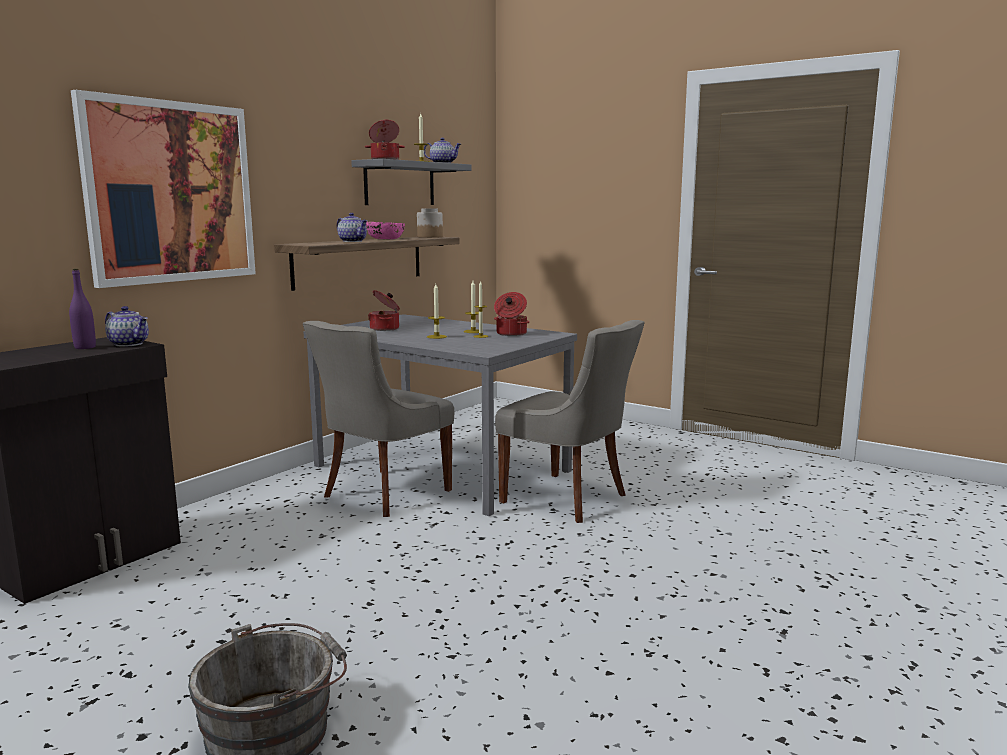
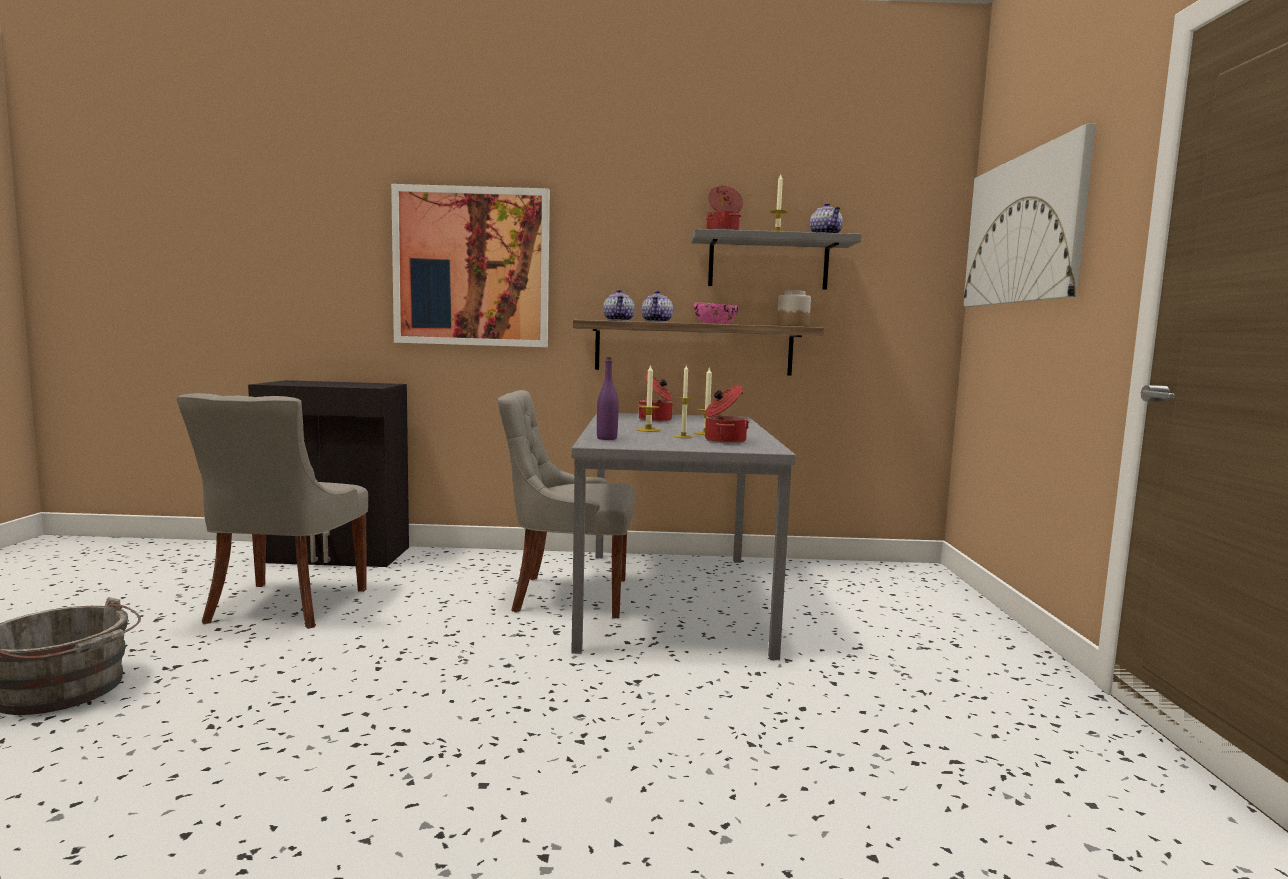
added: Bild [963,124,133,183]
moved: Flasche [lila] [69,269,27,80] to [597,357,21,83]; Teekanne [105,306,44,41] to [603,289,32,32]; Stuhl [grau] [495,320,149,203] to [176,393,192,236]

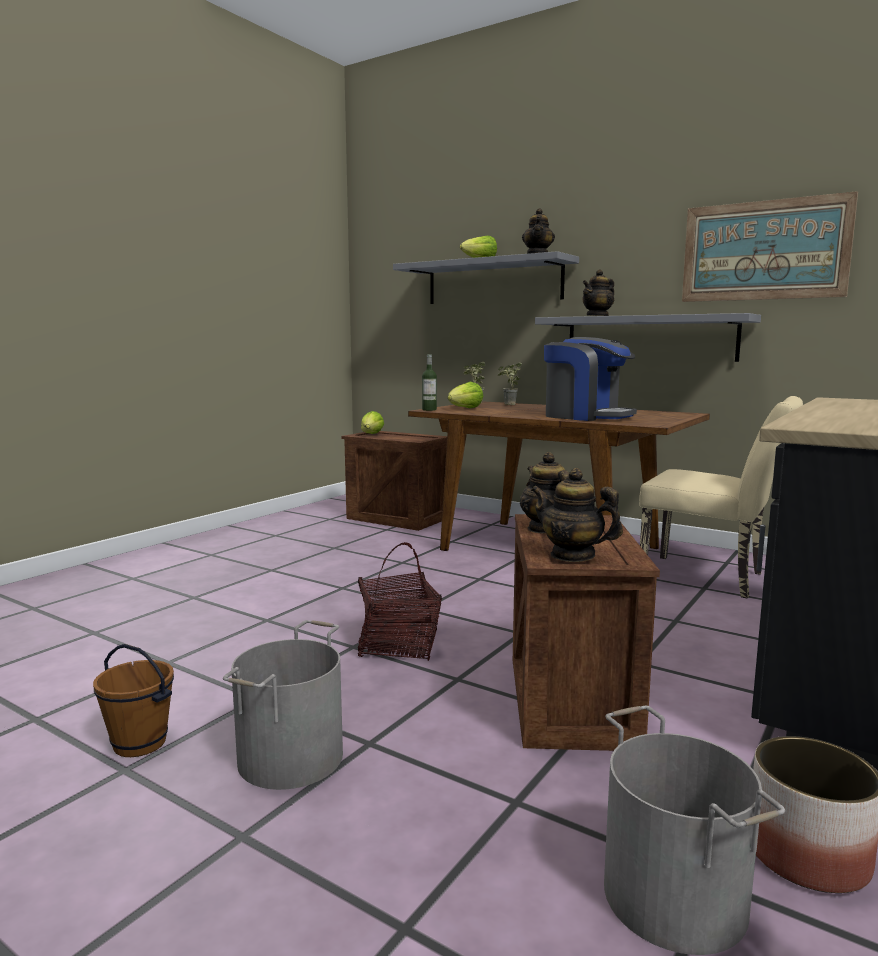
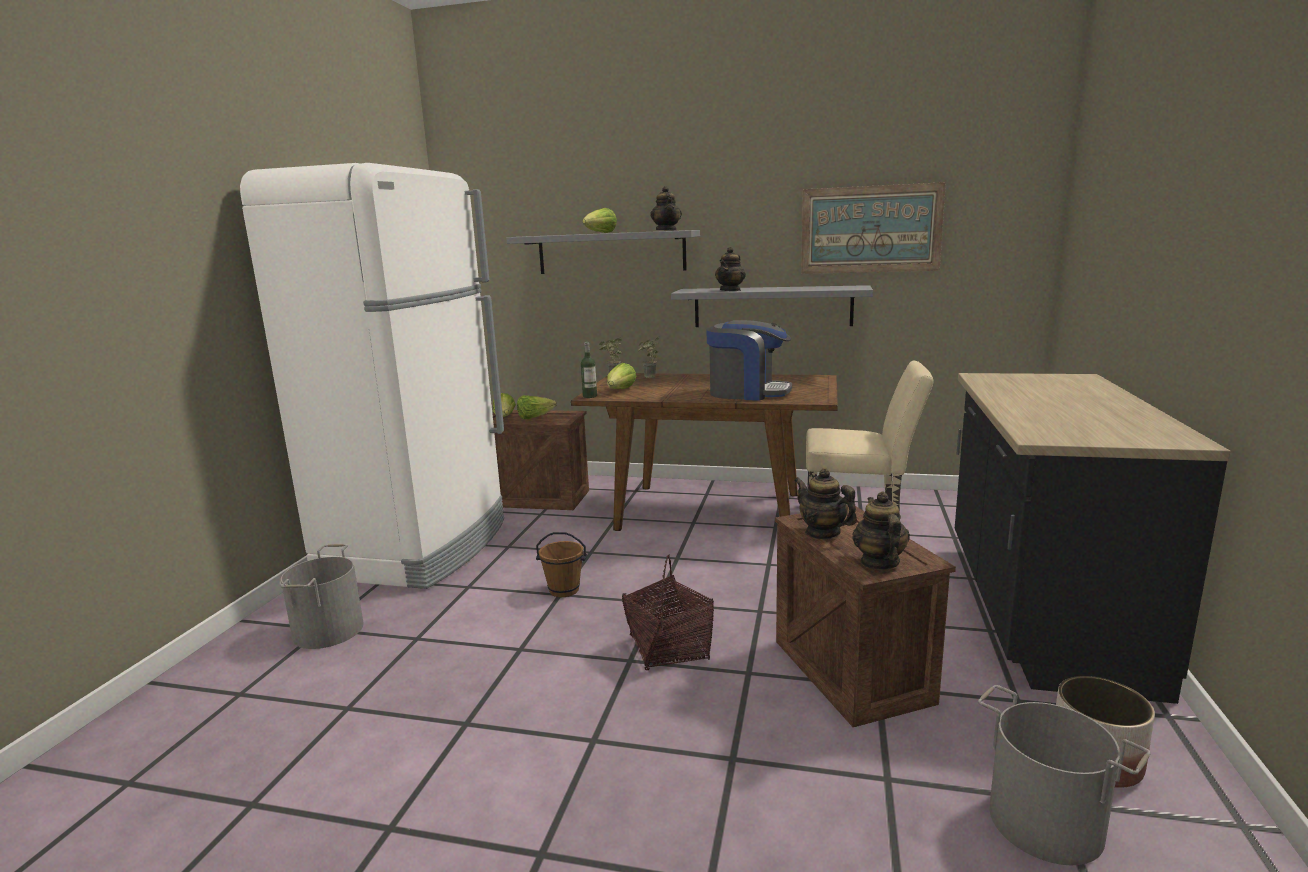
added: Kühlschrank [weiß] [240,163,264,426]; Salatkopf [517,395,40,24]
moved: Eimer [grau] [223,620,120,170] to [281,544,83,105]; Eimer [braun] [93,644,81,113] to [536,532,51,65]
turned: Teekanne [531,468,92,94] = [852,492,58,78] 75 degrees clockwise

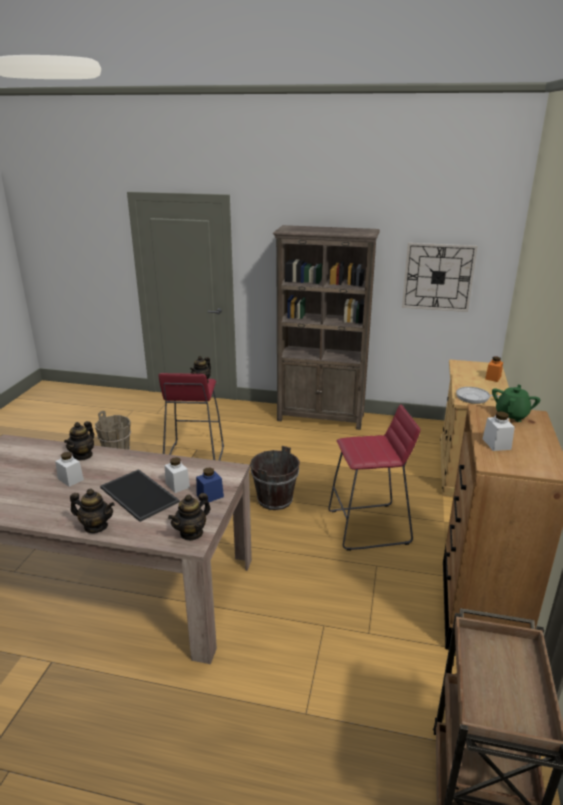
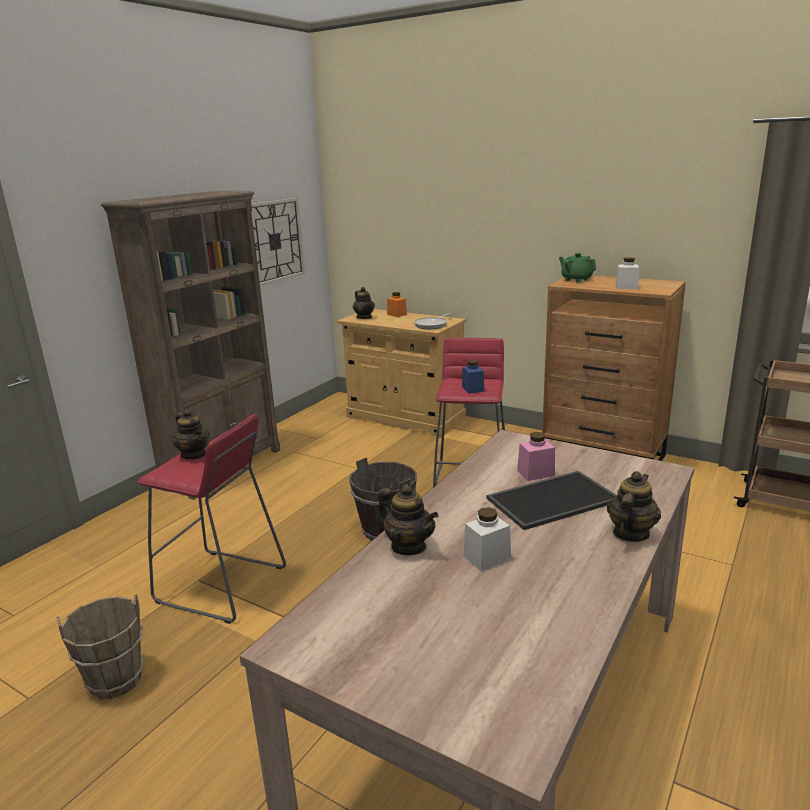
moved: Vorratsglas [blau] [196,468,28,34] to [462,360,22,34]; Teekanne [168,493,43,48] to [353,287,22,32]
recoloured: Vorratsglas [weiß] [165,457,25,36] to Vorratsglas [rosa] [517,432,38,49]

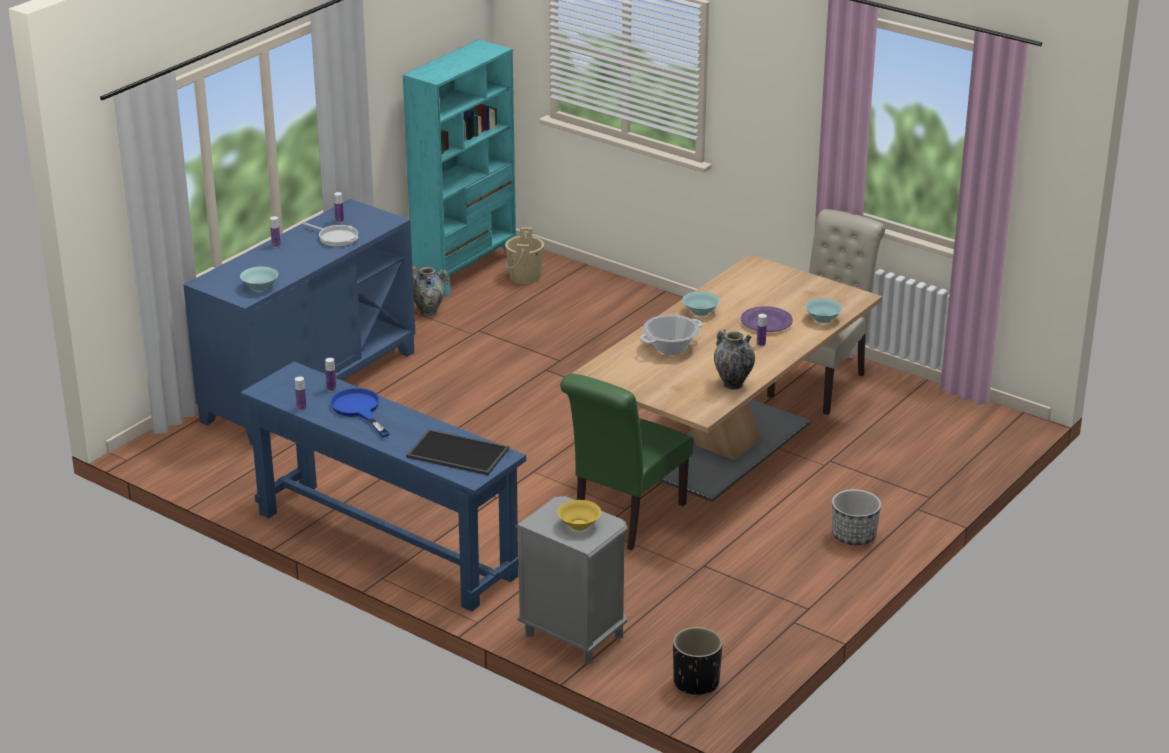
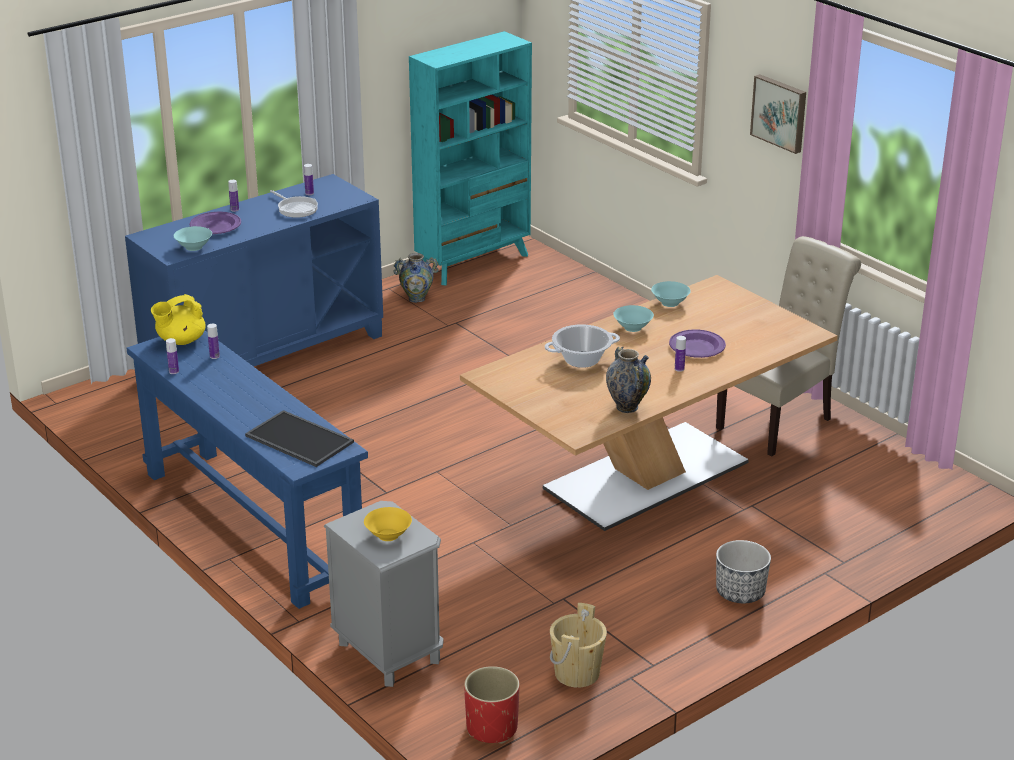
removed: Stuhl [grün] [560,374,134,176]; Pfanne [blau] [330,388,60,50]
added: Bild [750,74,56,80]; Teller [lila] [189,212,52,22]; Teekanne [gelb] [151,294,55,51]
moved: Eimer [beige] [505,227,39,57] to [550,603,57,85]; Schüssel [türkis] [805,298,38,25] to [651,281,40,26]
recoloured: Pflanzkübel [schwarz] [673,627,50,68] to Pflanzkübel [rot] [464,666,56,78]

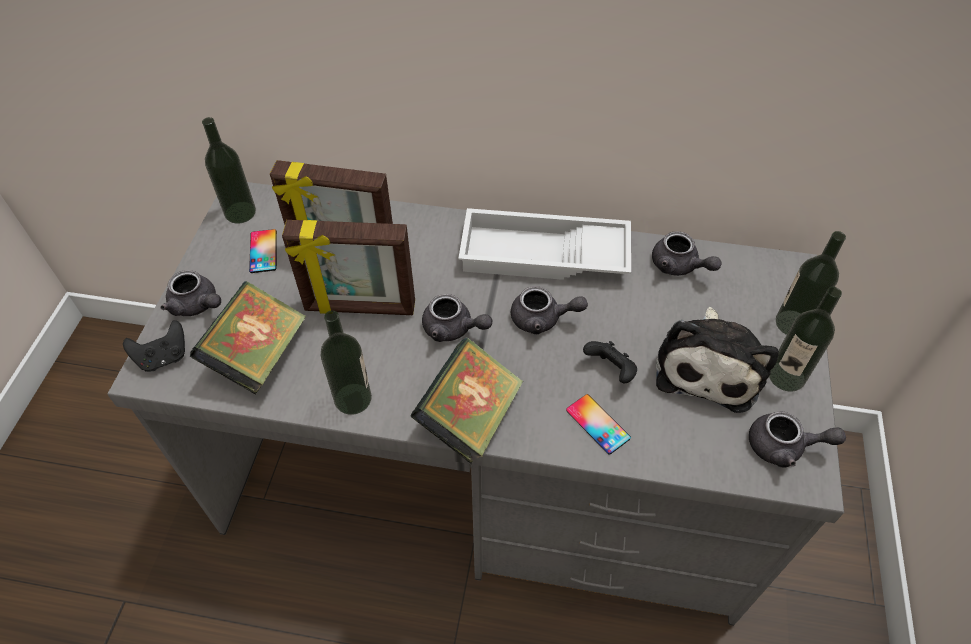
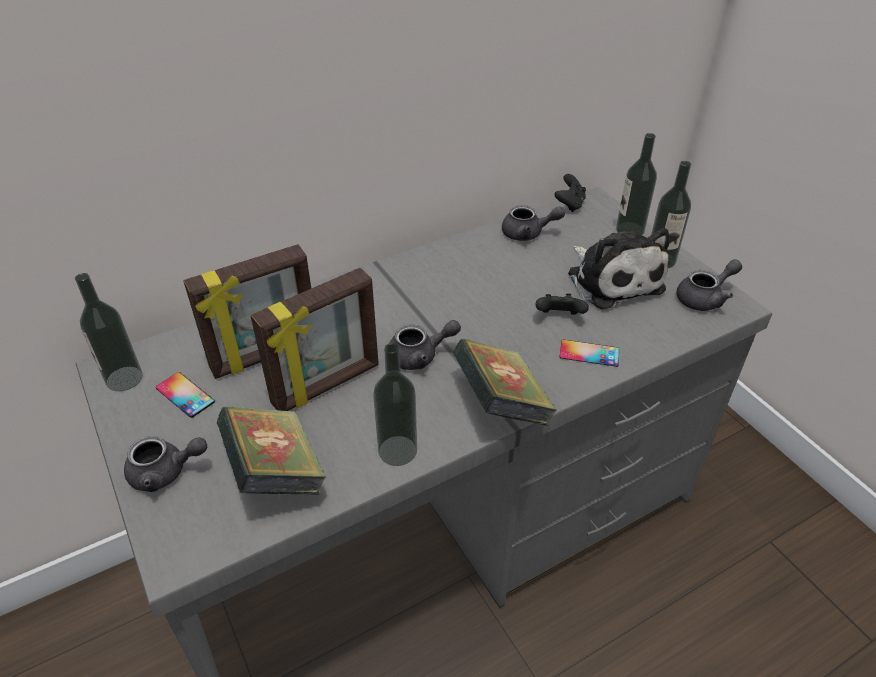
removed: Tablett [weiß] [458,208,173,72]; Teekanne [grau] [511,286,77,48]
moved: Gamepad [schwarz] [123,320,62,52] to [555,174,31,38]

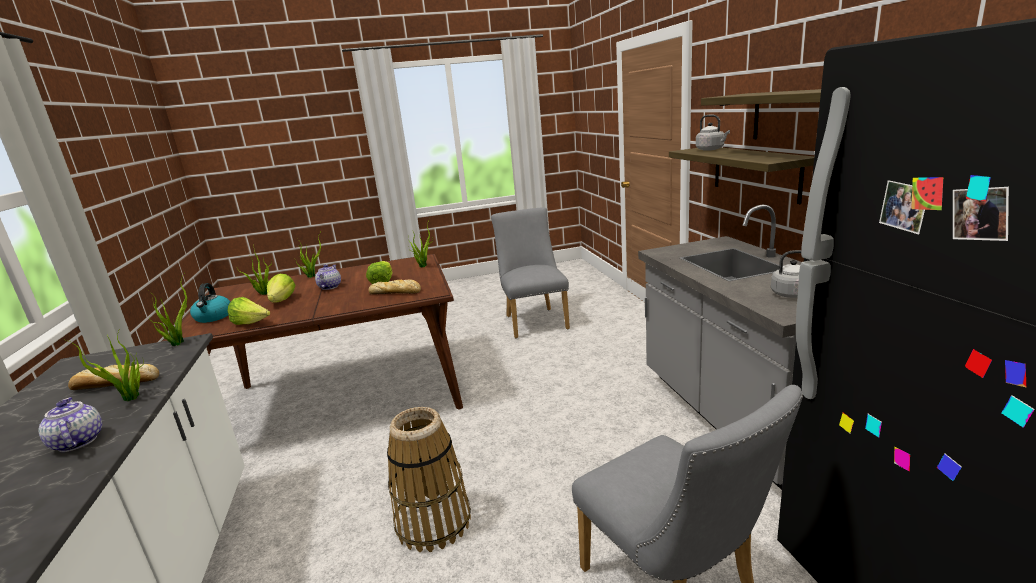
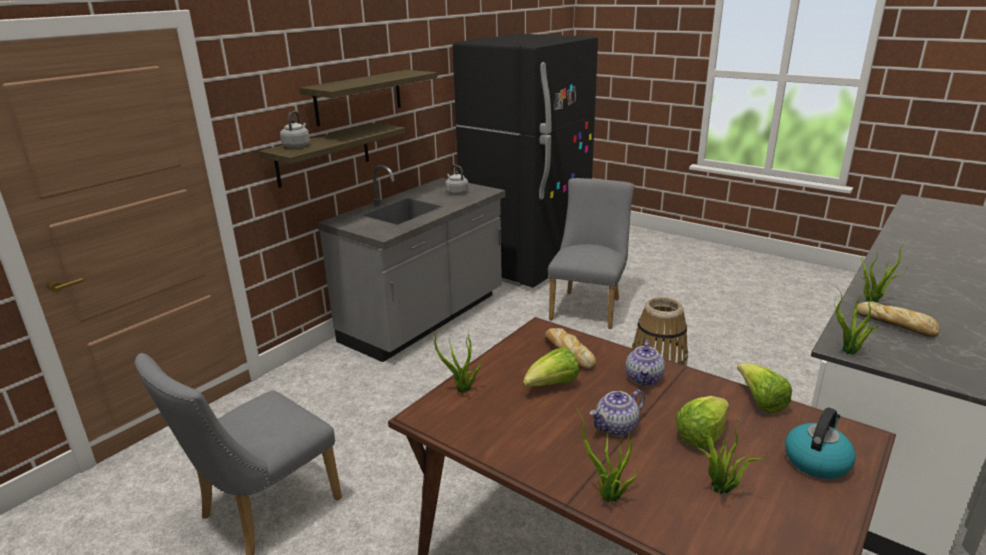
moved: Teekanne [39,397,63,55] to [626,340,39,45]

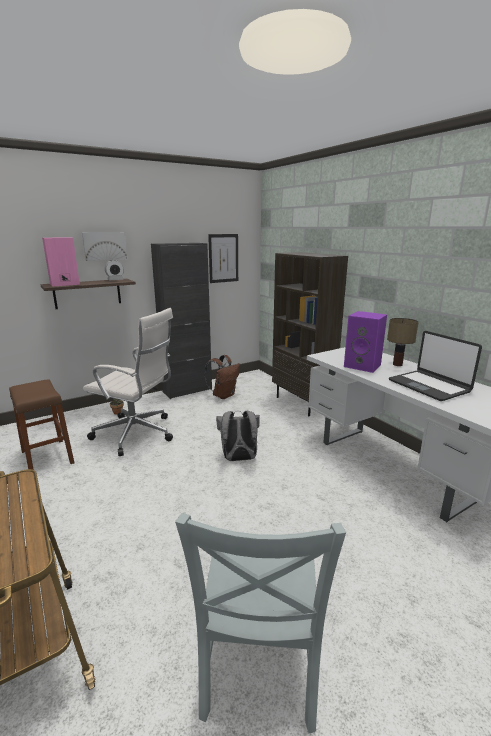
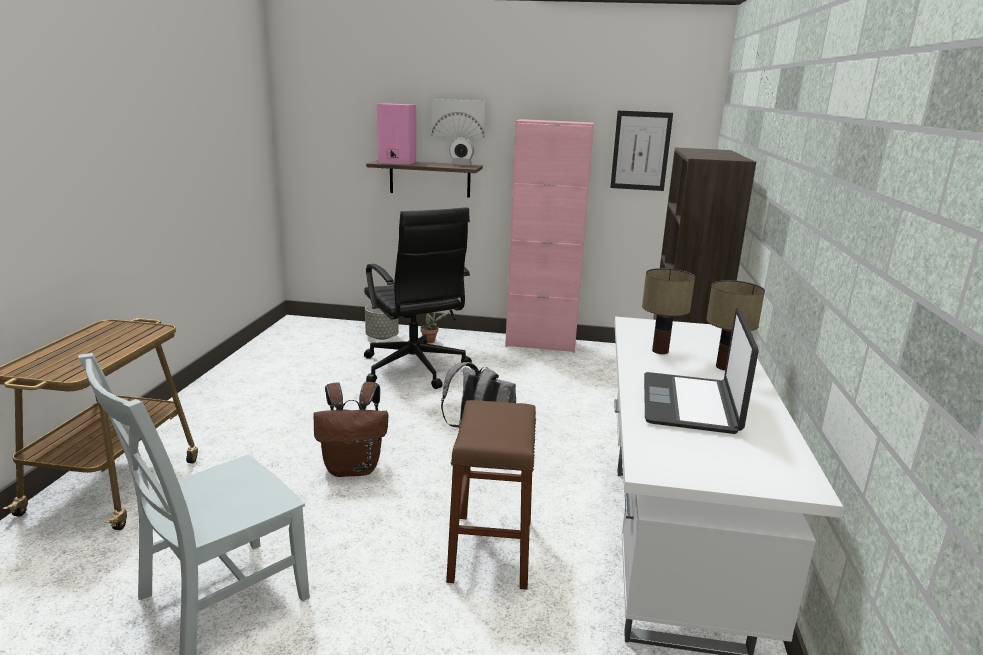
added: Pflanzkübel [grau] [365,304,34,36]
moved: Rucksack [braun] [205,355,35,44] to [313,382,75,95]; Hocker [braun] [9,380,65,90] to [446,400,90,190]
replaced: Lautsprecher [lila] [344,311,43,62] to Tischlampe [642,268,53,86]
recoloured: Schrank [schwarz] [151,243,61,156] to Schrank [rosa] [505,119,89,234]; Bürostuhl [weiß] [83,308,90,148] to Bürostuhl [schwarz] [364,207,108,182]

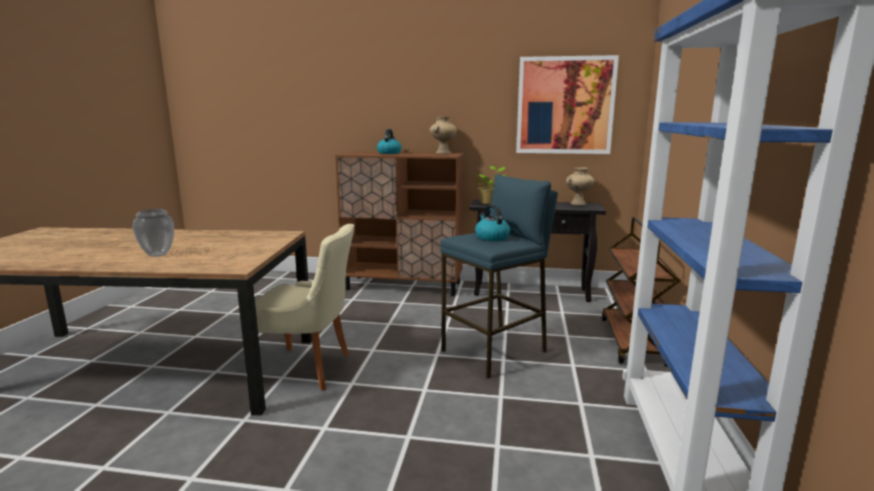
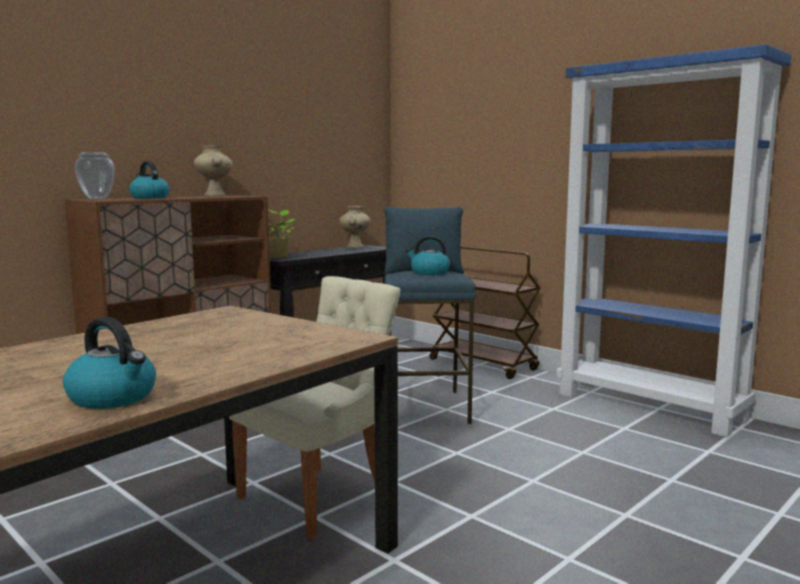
removed: Bild [516,55,103,99]
added: Wasserkessel [63,317,93,92]
moved: Vase [132,208,42,49] to [75,152,40,47]

